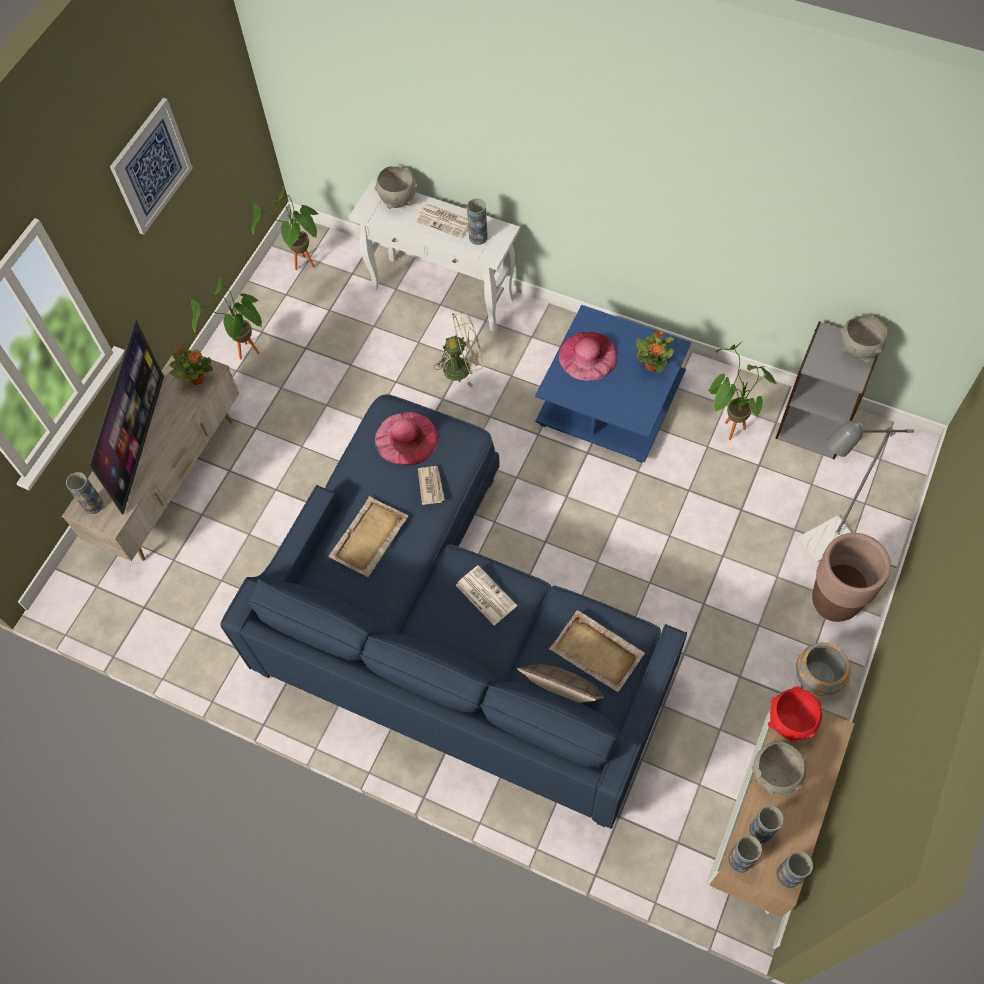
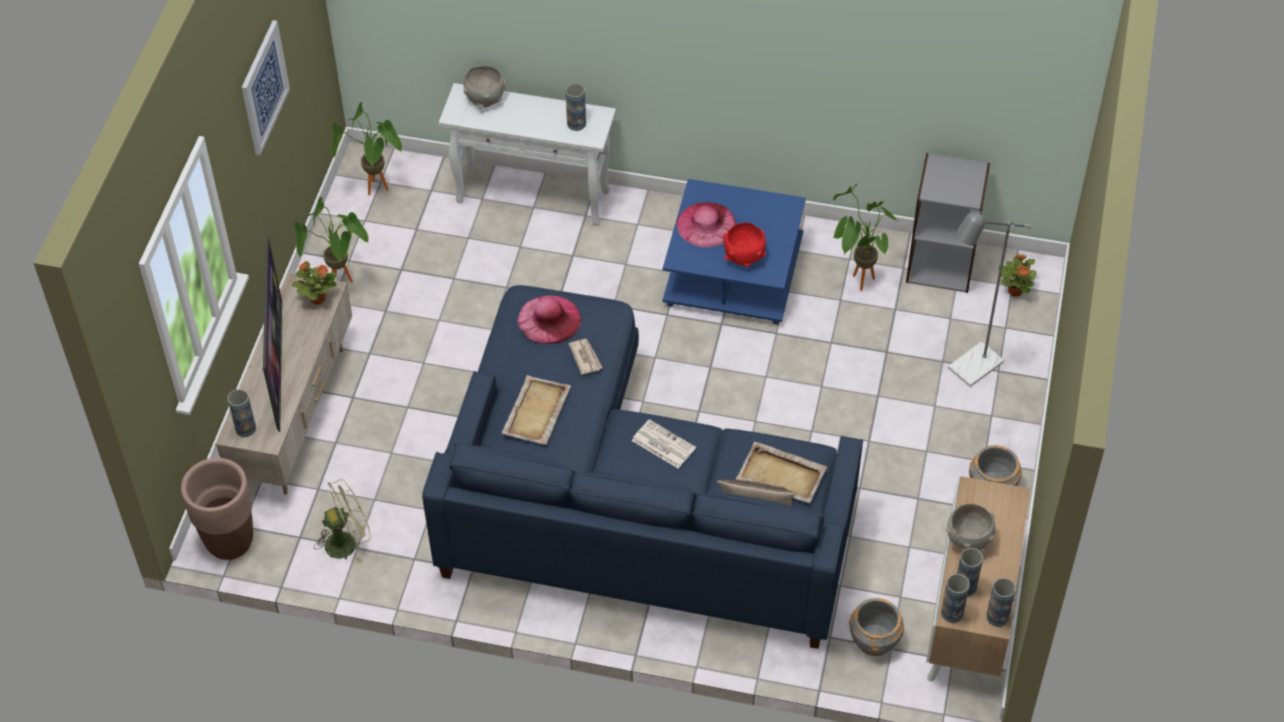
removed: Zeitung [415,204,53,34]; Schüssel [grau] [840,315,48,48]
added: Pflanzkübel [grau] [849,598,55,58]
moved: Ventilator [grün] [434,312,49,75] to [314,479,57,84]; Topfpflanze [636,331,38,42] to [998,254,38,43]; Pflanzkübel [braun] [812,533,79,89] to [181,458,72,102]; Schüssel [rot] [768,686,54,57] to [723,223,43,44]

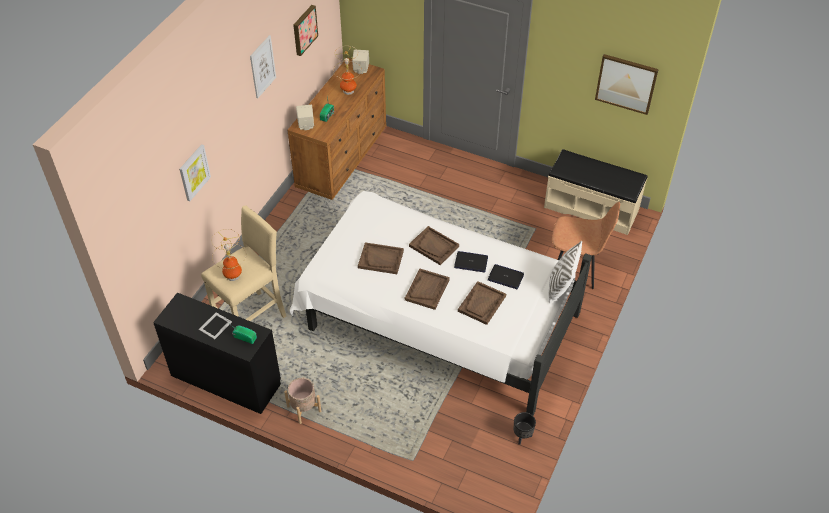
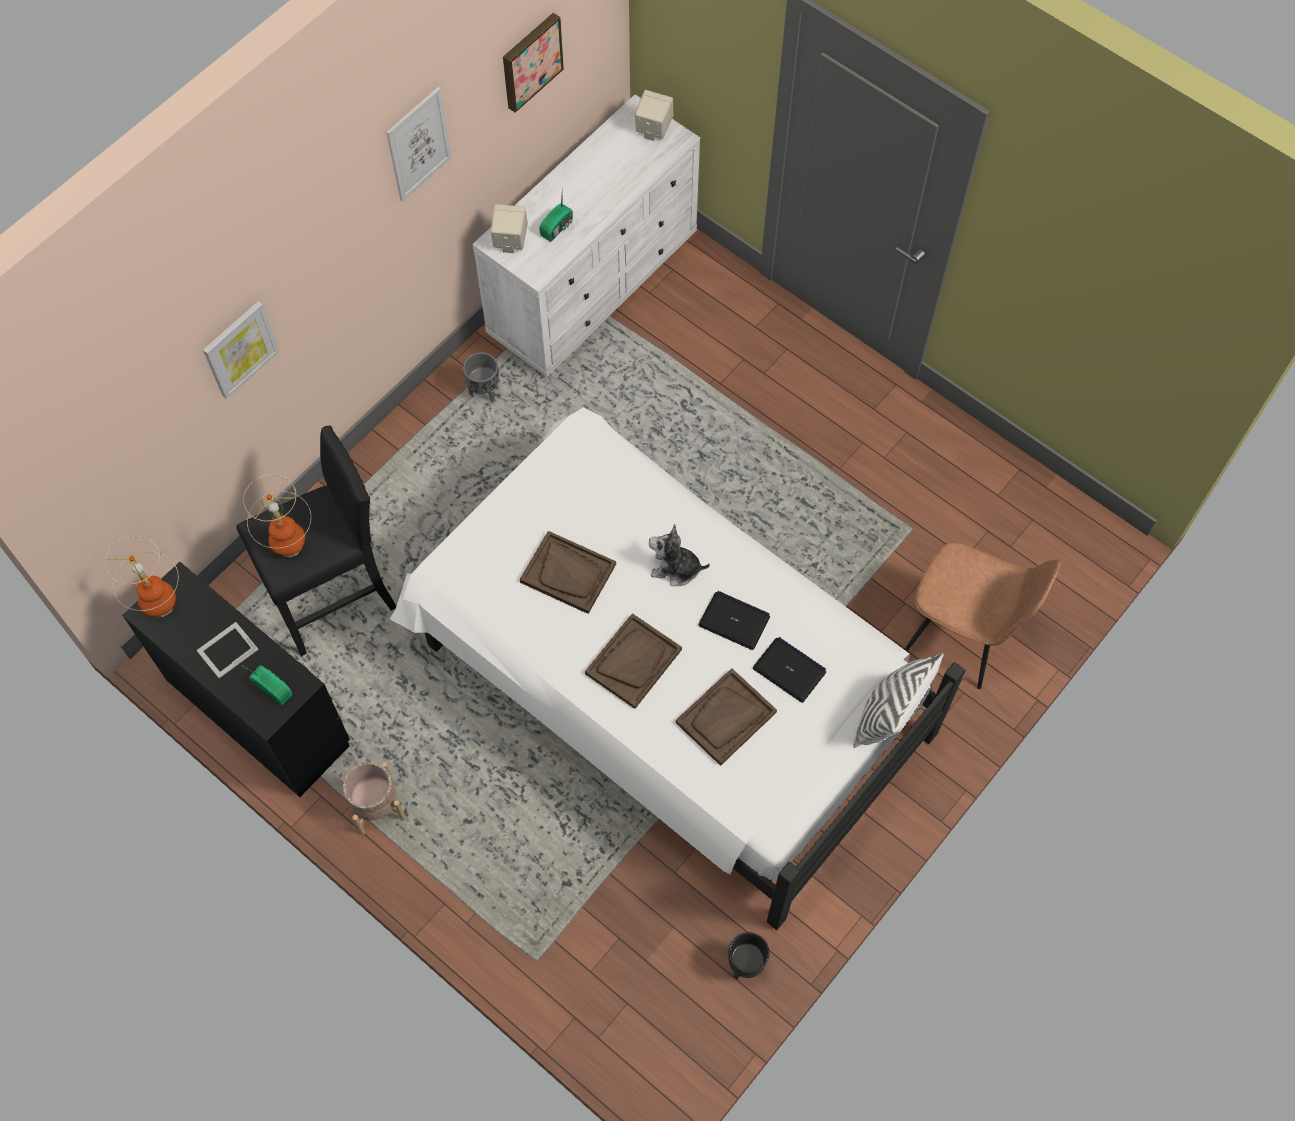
removed: Bild [595,54,64,61]; Bank [beige] [544,149,104,86]
added: Pflanzkübel [grau] [463,352,36,50]
moved: Tischlampe [333,46,29,49] to [105,535,74,82]
replaced: Tablett [braun] [409,226,50,39] to Plüschtier [649,524,61,62]
recoloured: Kommode [braun] [287,58,99,142] to Kommode [weiß] [473,94,227,283]; Hocker [beige] [201,205,85,116] to Hocker [schwarz] [236,426,160,230]

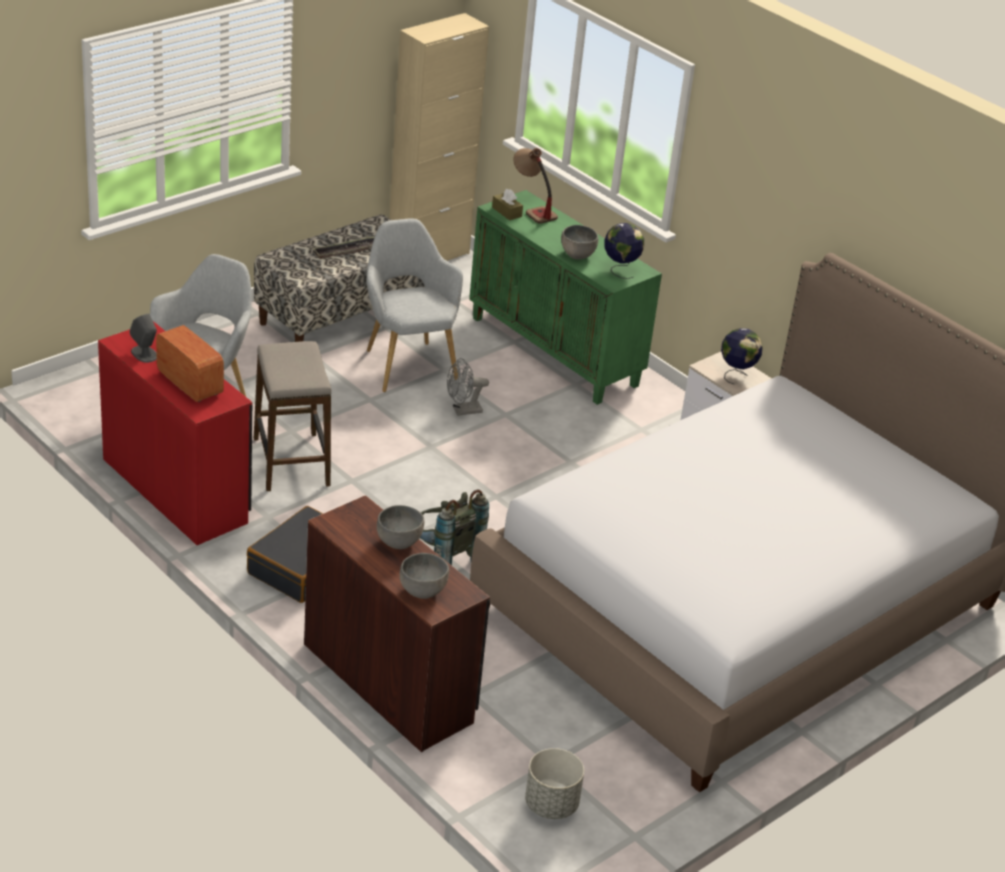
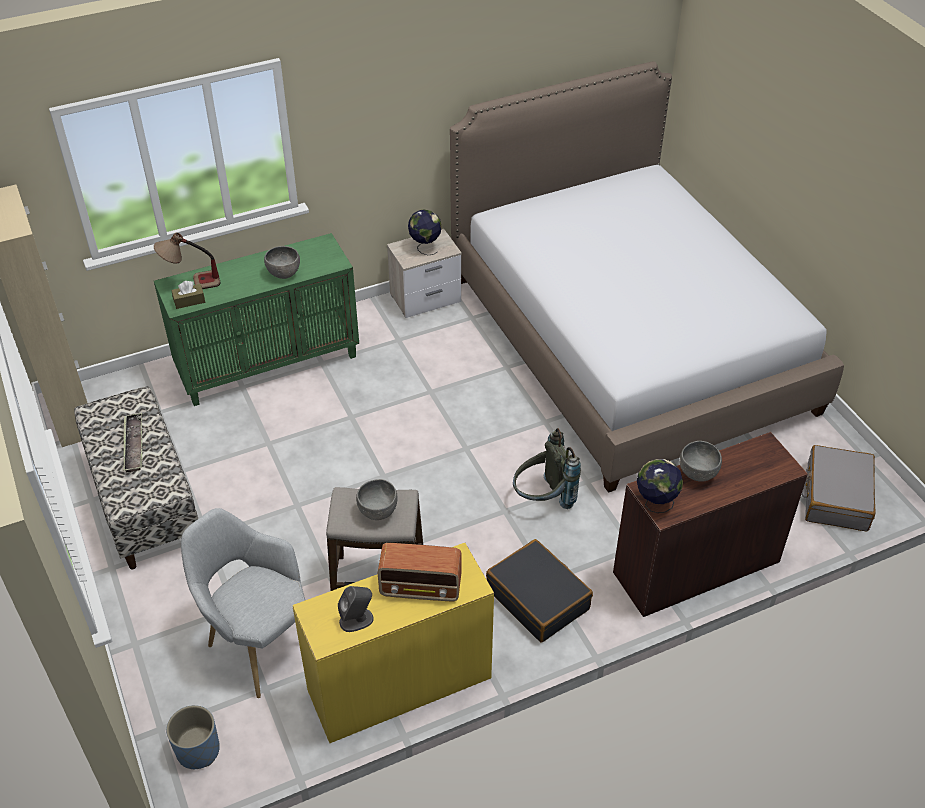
removed: Sessel [grau] [366,218,97,174]; Ventilator [grau] [447,358,42,58]
added: Pflanzkübel [blau] [166,705,54,64]
moved: Globus [605,223,39,56] to [637,459,46,54]; Schüssel [grau] [400,553,49,46] to [356,479,42,41]
replaced: Pflanzkübel [grau] [525,748,59,71] to Koffer [grau] [802,445,74,86]
recoloured: Schreibtisch [rot] [98,321,154,224] to Schreibtisch [gelb] [293,543,201,200]
turned: Radio [156,325,68,77] = [378,543,84,59] 150 degrees counterclockwise

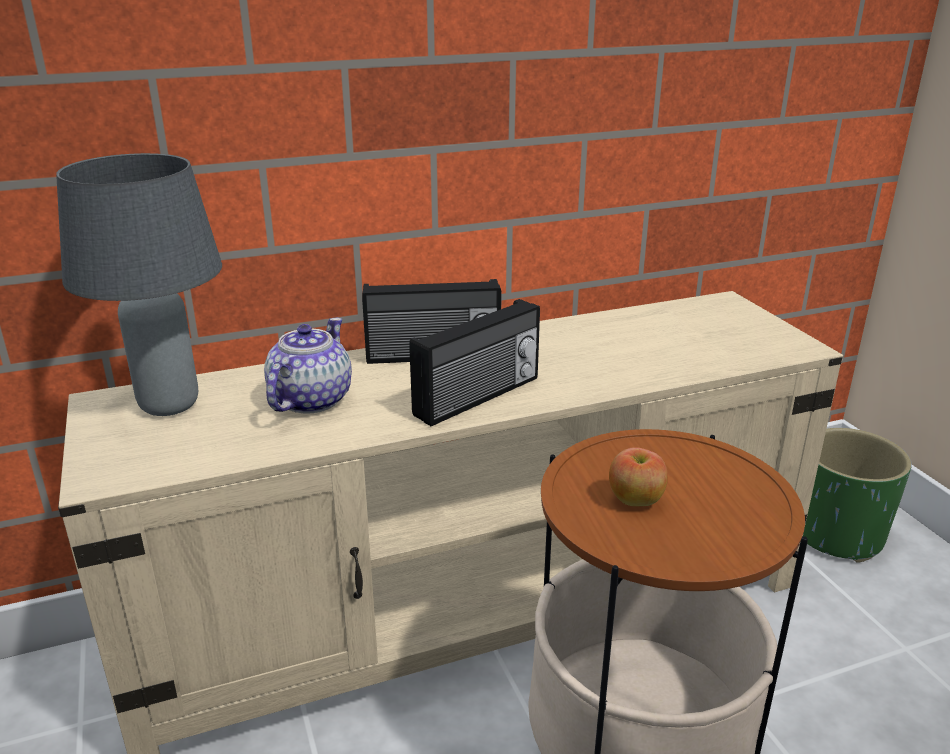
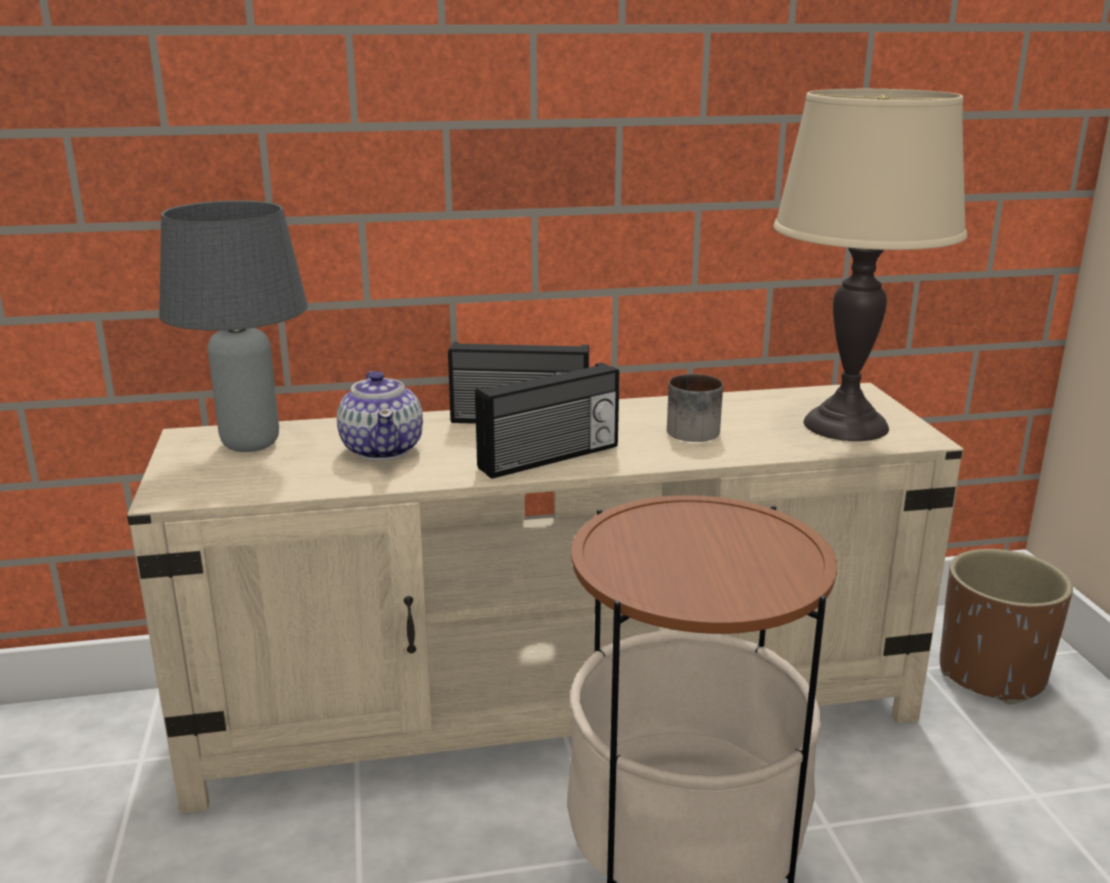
removed: Apfel [609,447,59,59]
added: Tischlampe [beige] [773,89,194,352]; Henkelbecher [667,374,56,68]
recoloured: Pflanzkübel [grün] [803,428,109,135] to Pflanzkübel [braun] [940,549,133,155]
turned: Teekanne [264,318,88,96] = [337,371,86,90] 135 degrees clockwise

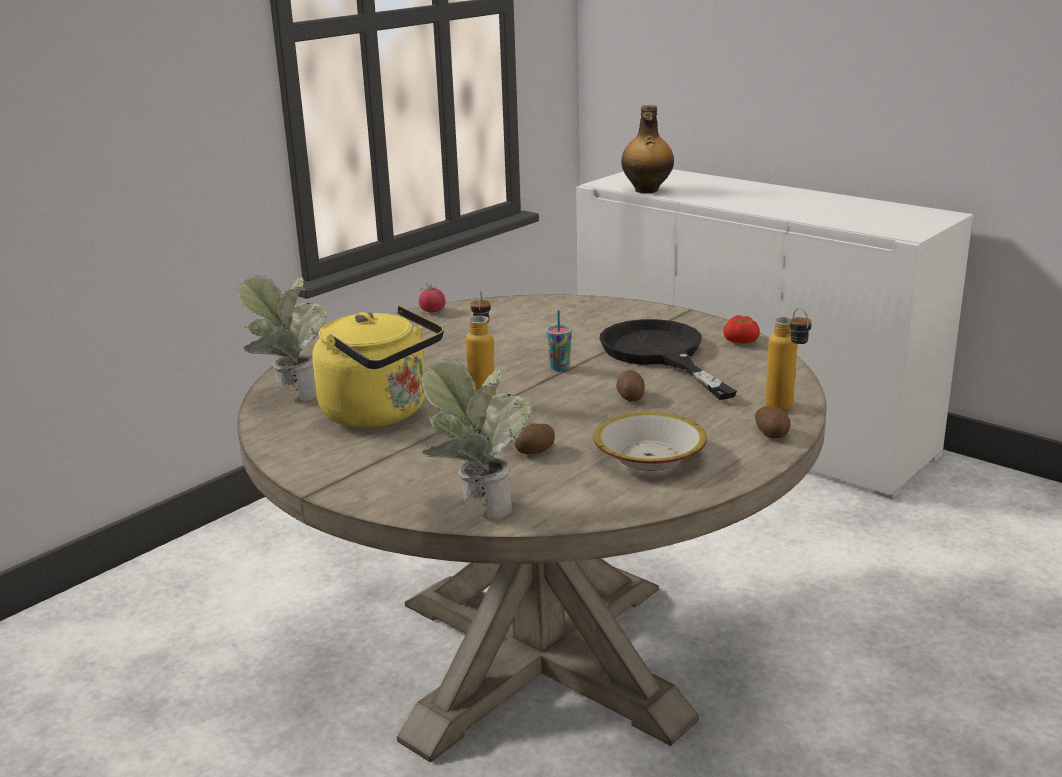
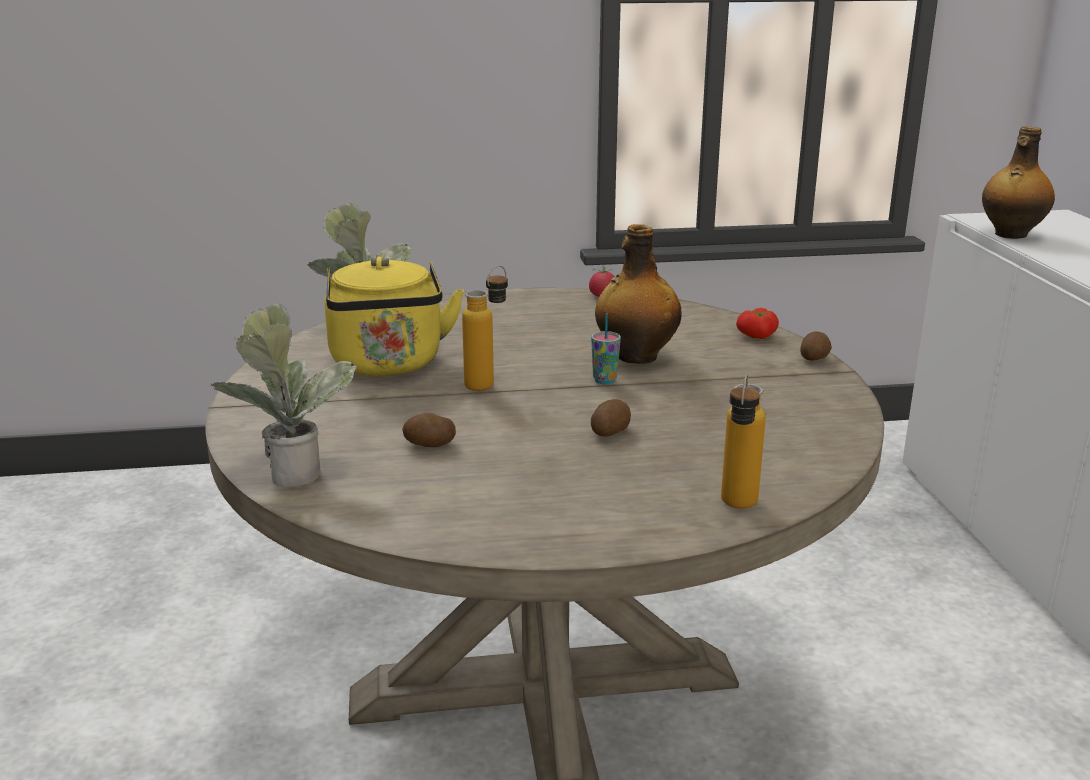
removed: Pfanne [schwarz] [600,319,137,81]; Schüssel [594,412,113,59]
added: Flasche [595,224,87,140]
moved: Tomate [723,315,37,29] to [736,308,43,31]; Kartoffel [755,406,36,32] to [800,332,32,28]

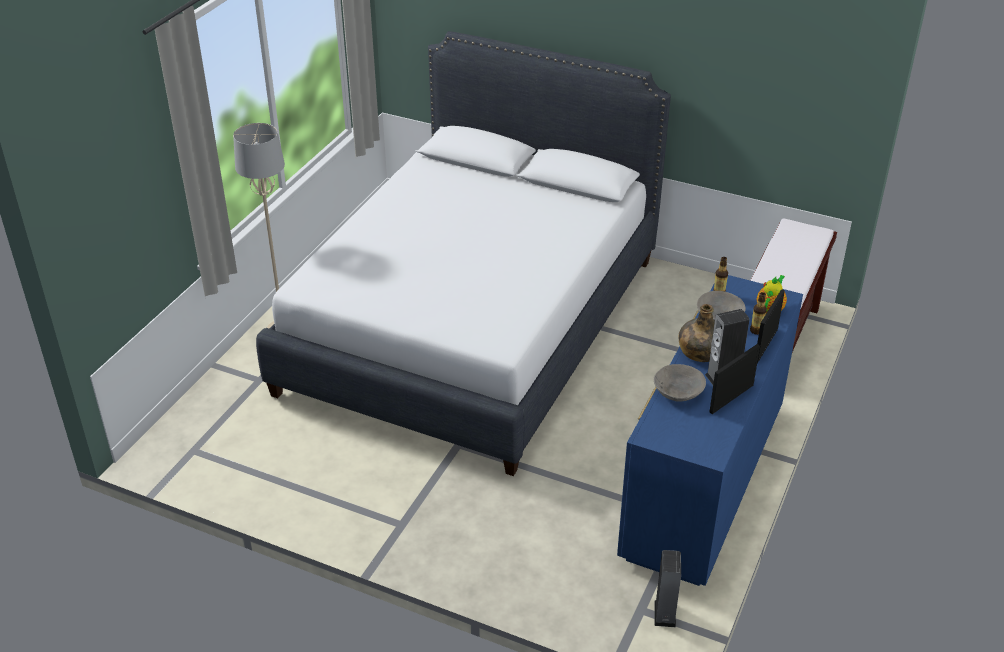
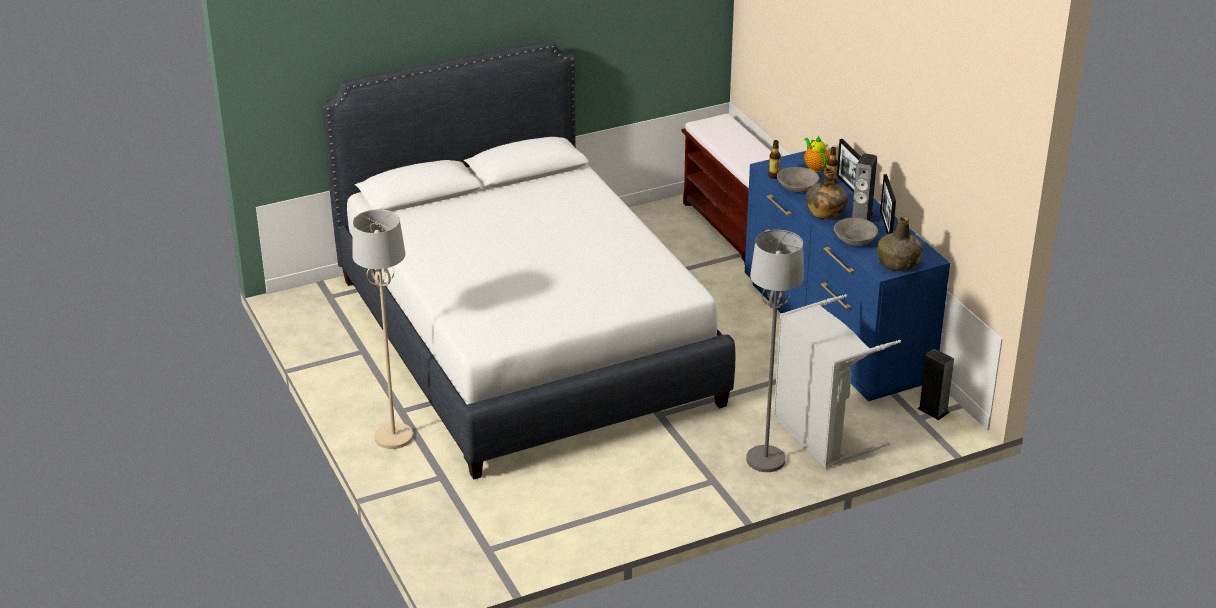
added: Flasche [grün] [877,217,46,54]; Stehlampe [grau] [746,230,58,242]; Wäschekorb [grau] [773,294,128,174]

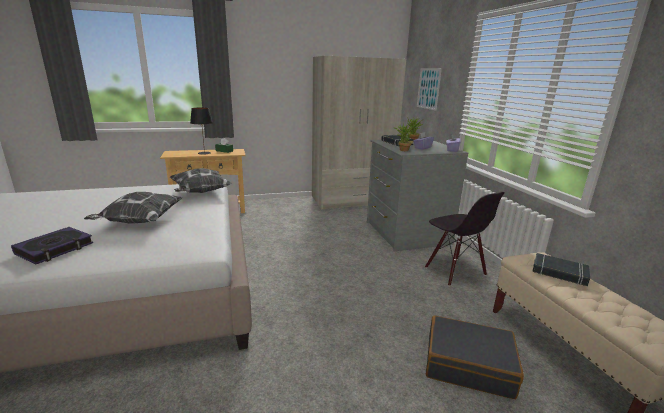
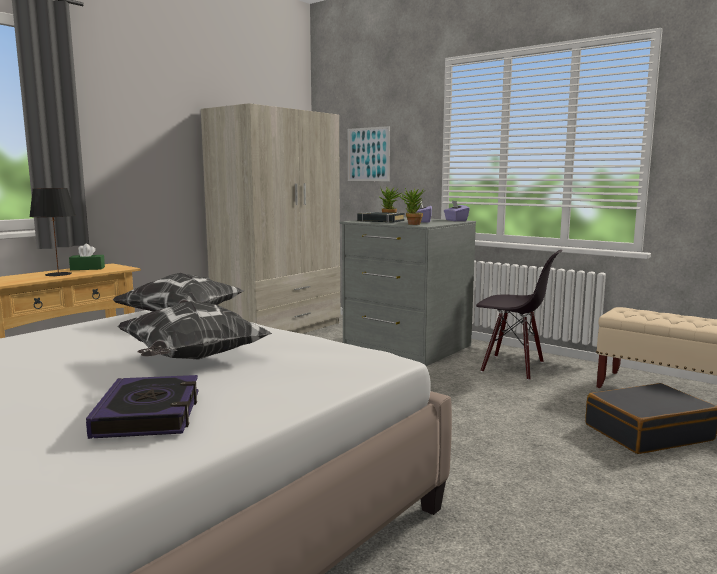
removed: Buch [schwarz] [532,253,58,33]

